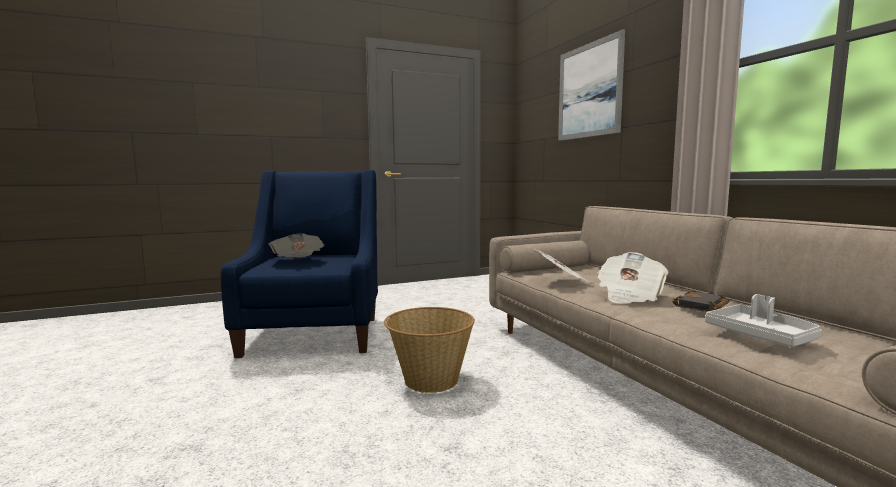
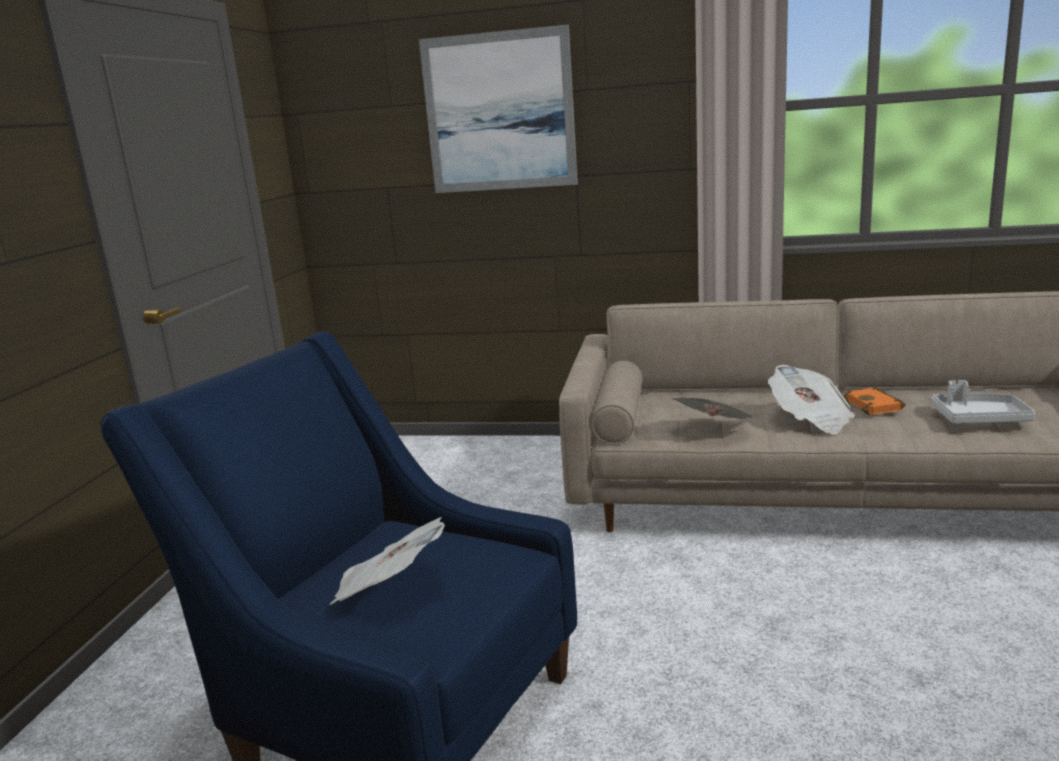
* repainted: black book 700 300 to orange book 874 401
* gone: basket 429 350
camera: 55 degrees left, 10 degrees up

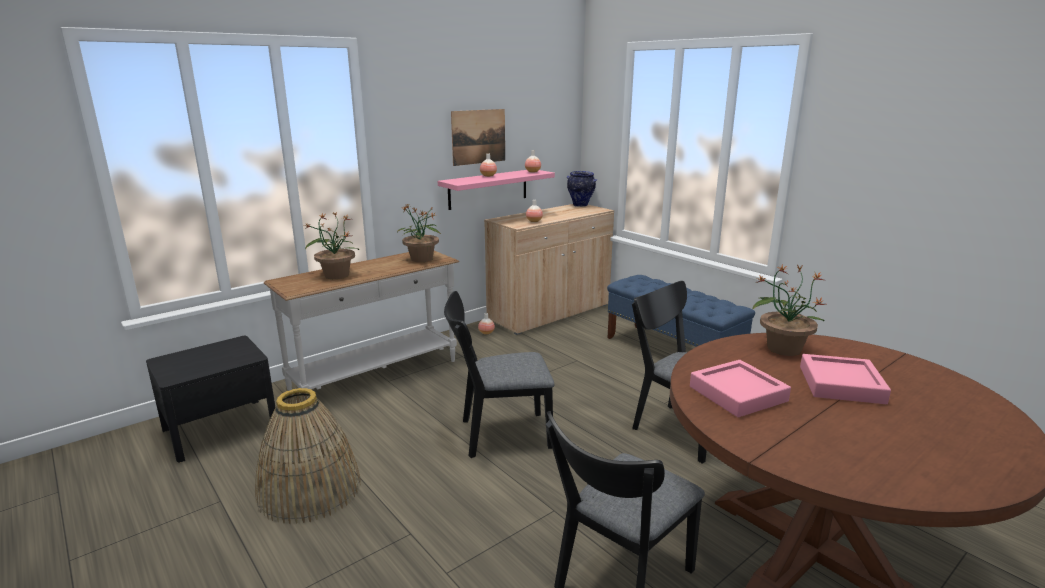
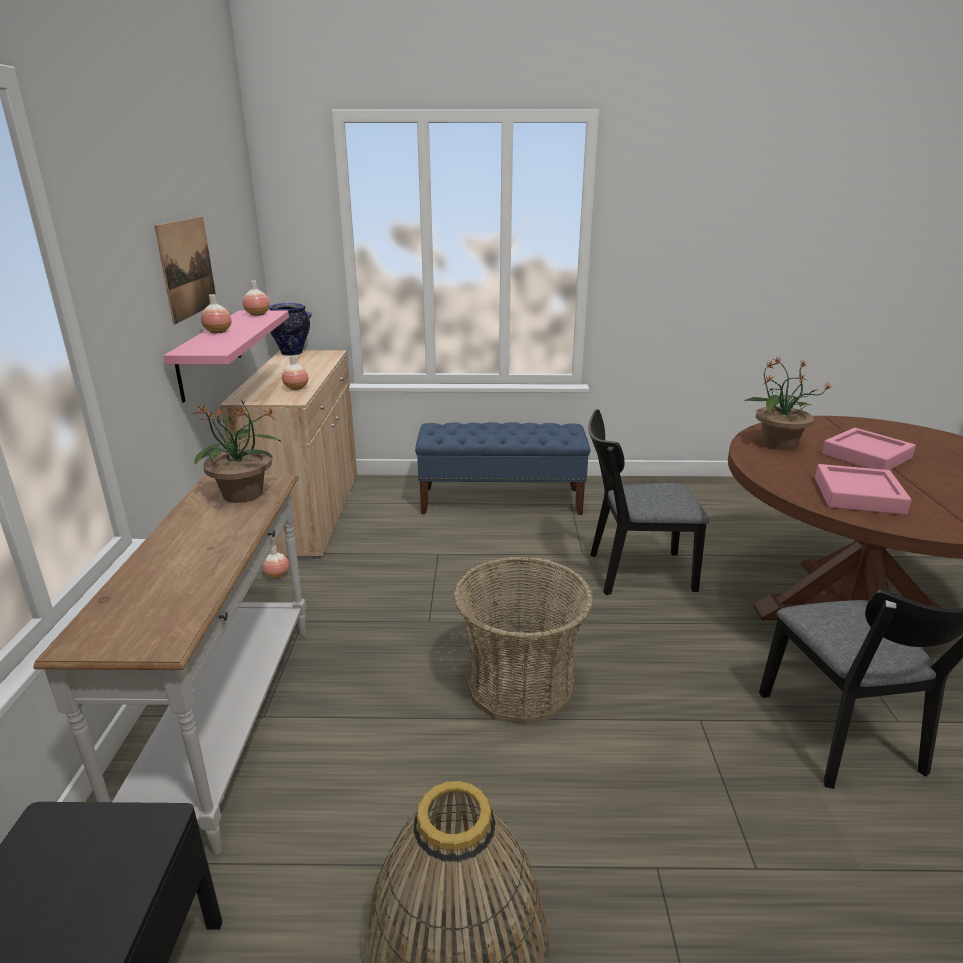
* gone: potted plant 331 245
* swapped: black chair 499 374 to basket 523 640
camera: 50 degrees left, 5 degrees up

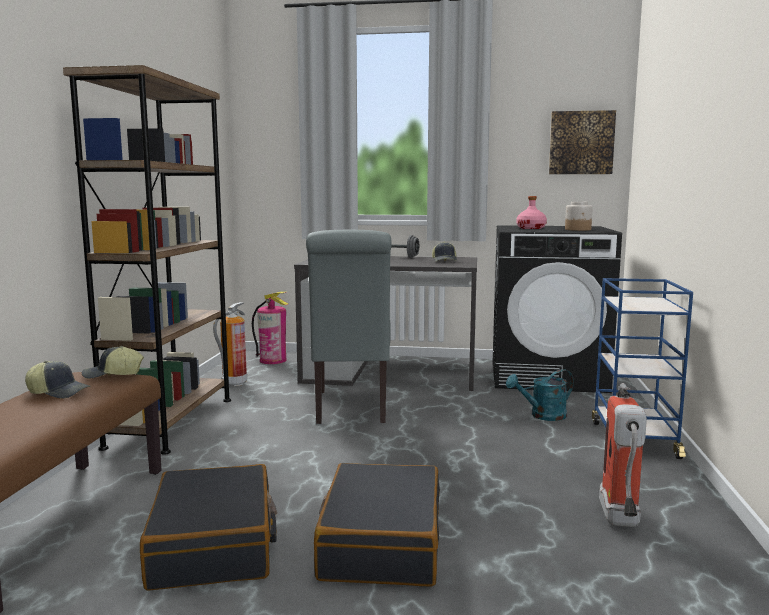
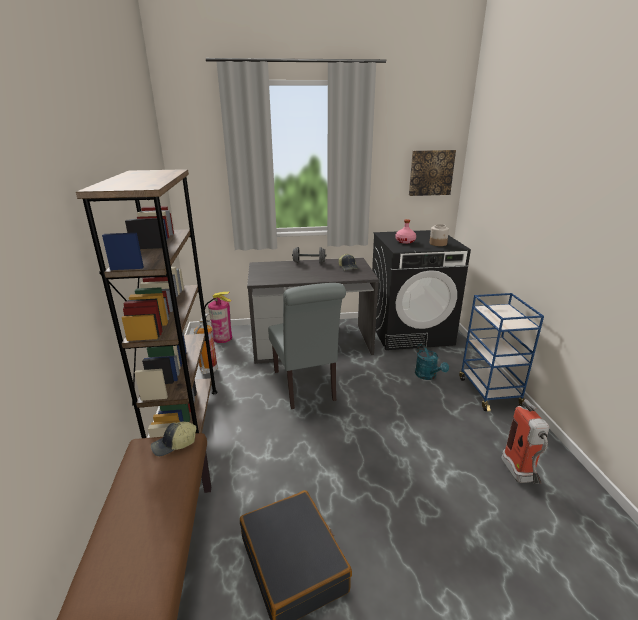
* gone: cap 58 380
* rotated: turquoise watering can 540 395 = 432 362 75 degrees counterclockwise
* gone: black suitcase 377 524
camera: 15 degrees left, 15 degrees up

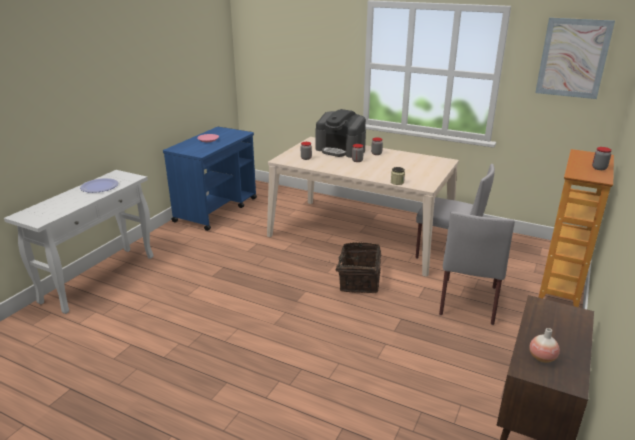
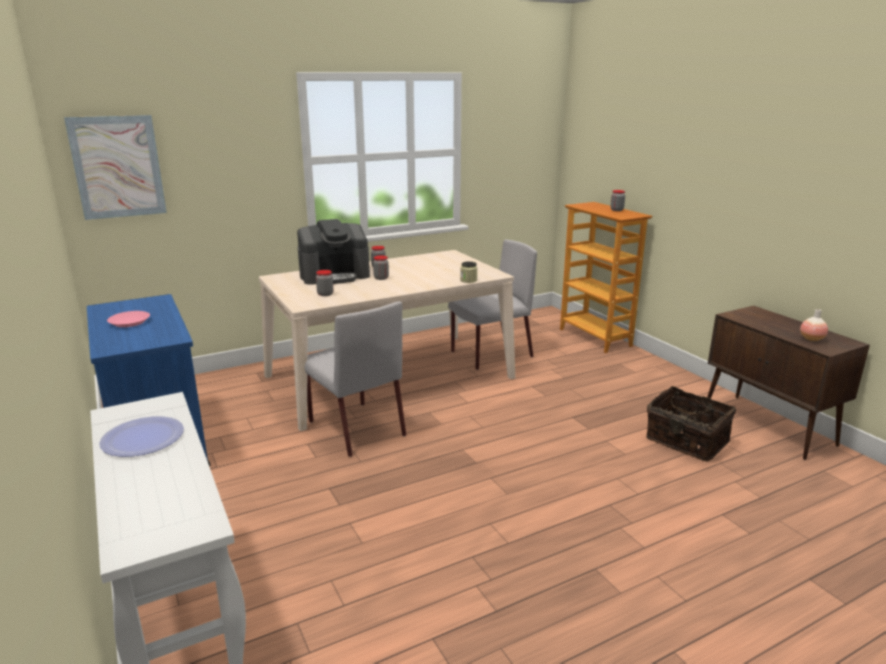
* shifted: picture 575 58 to 115 167
* shifted: grey chair 477 268 to 355 379
* shifted: basket 355 267 to 691 424
camera: 55 degrees left, 5 degrees down

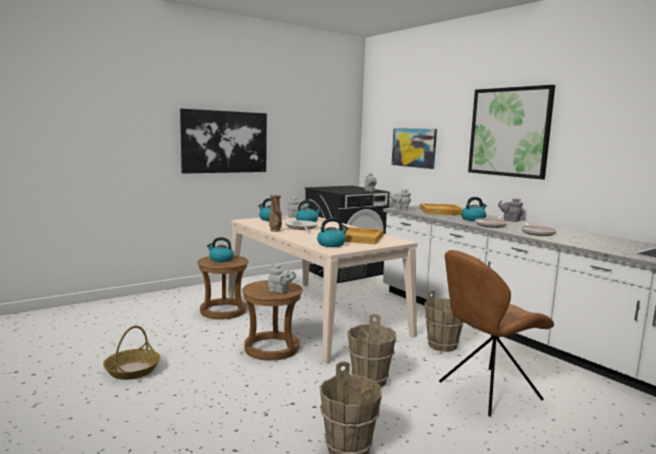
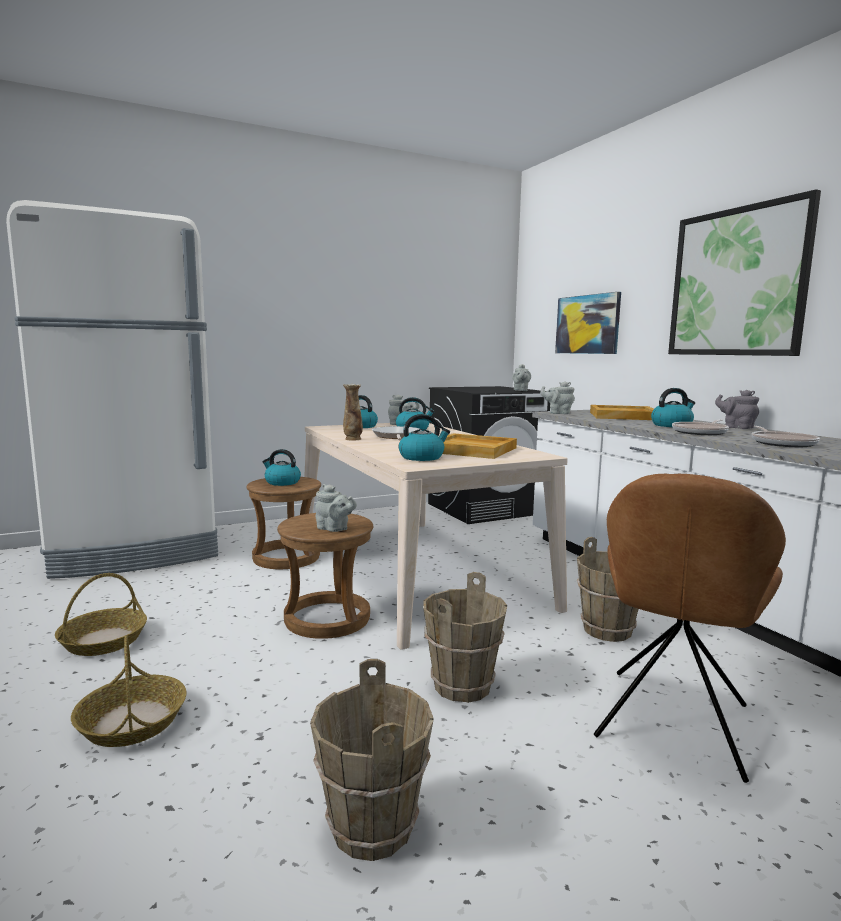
* gone: picture 223 141
* rotated: brown chair 496 333 = 690 628 45 degrees counterclockwise
* new: white fridge 112 389
* new: basket 128 691
camera: 10 degrees right, 0 degrees up

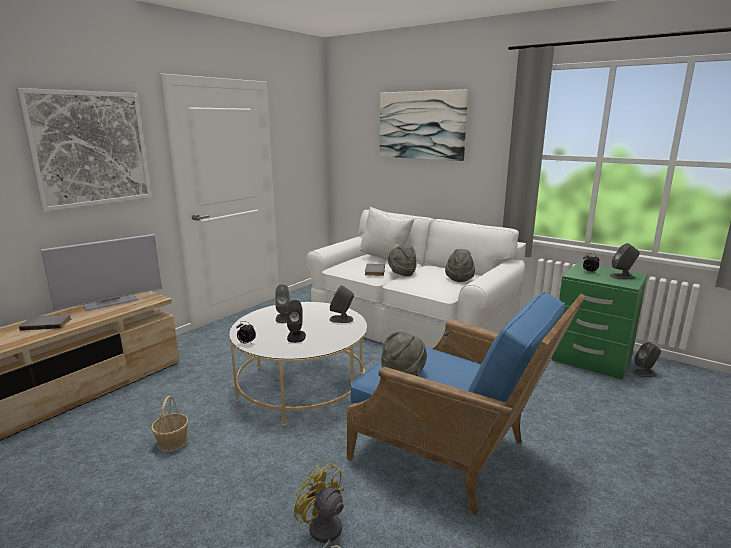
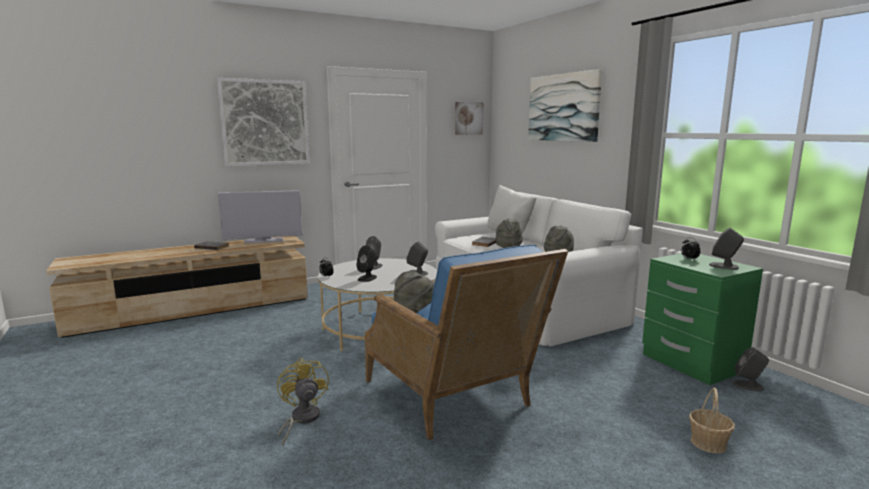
* shifted: basket 170 424 to 712 421
* new: picture 469 118
camera: 25 degrees right, 5 degrees down

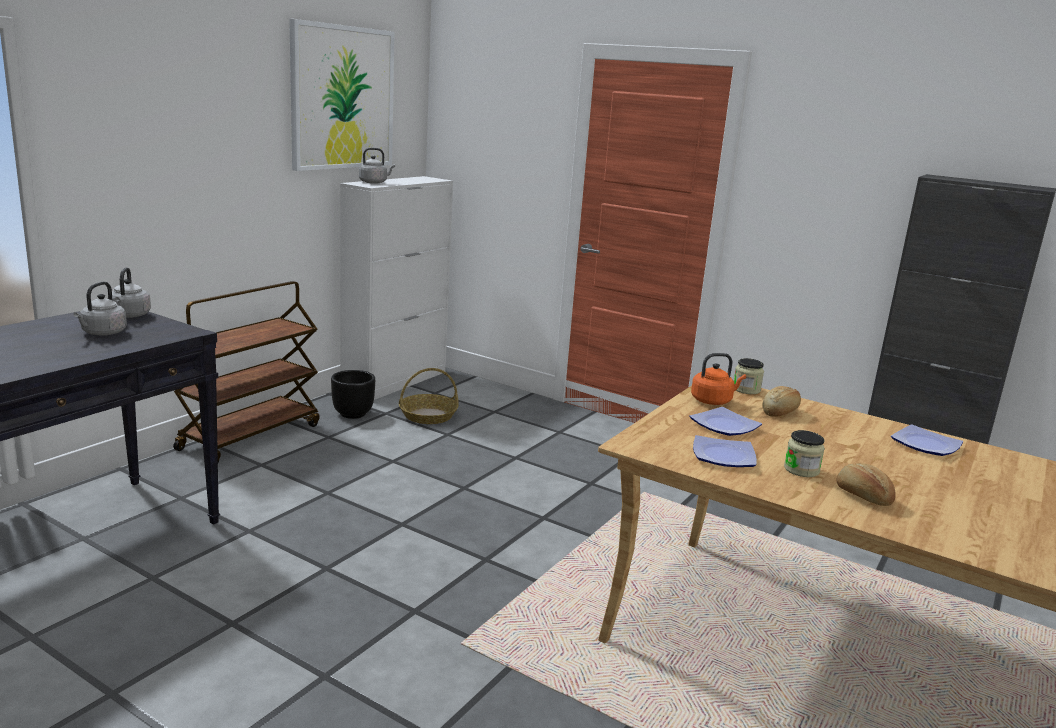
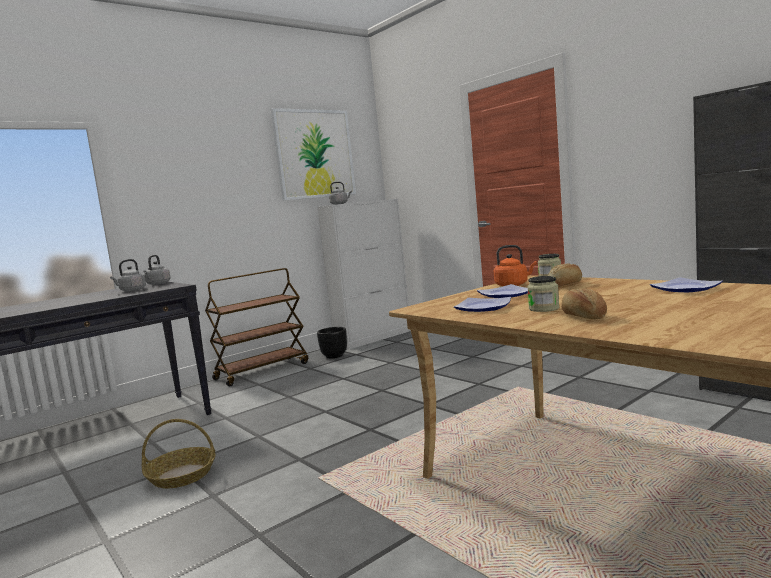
* shifted: basket 429 396 to 179 454
camera: 20 degrees right, 10 degrees down

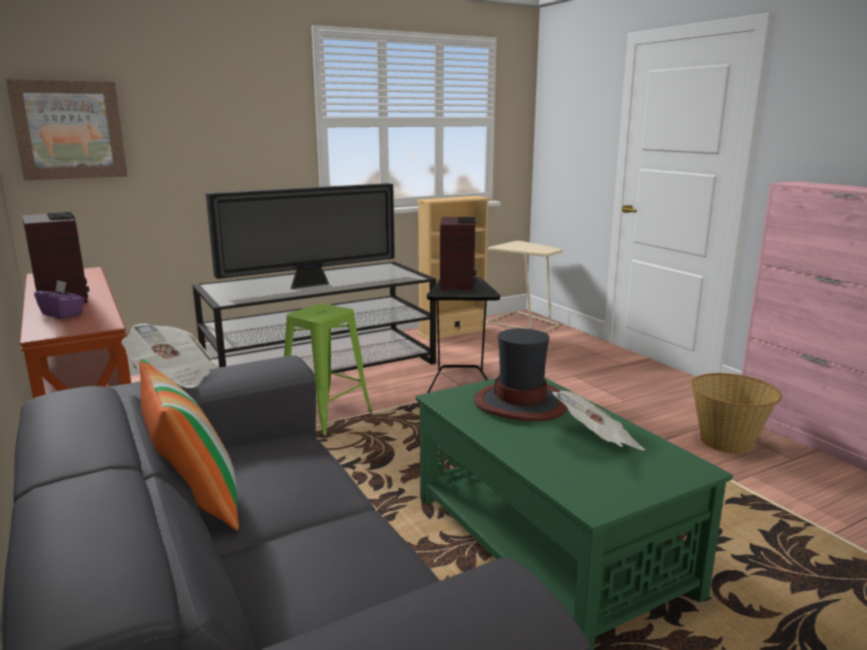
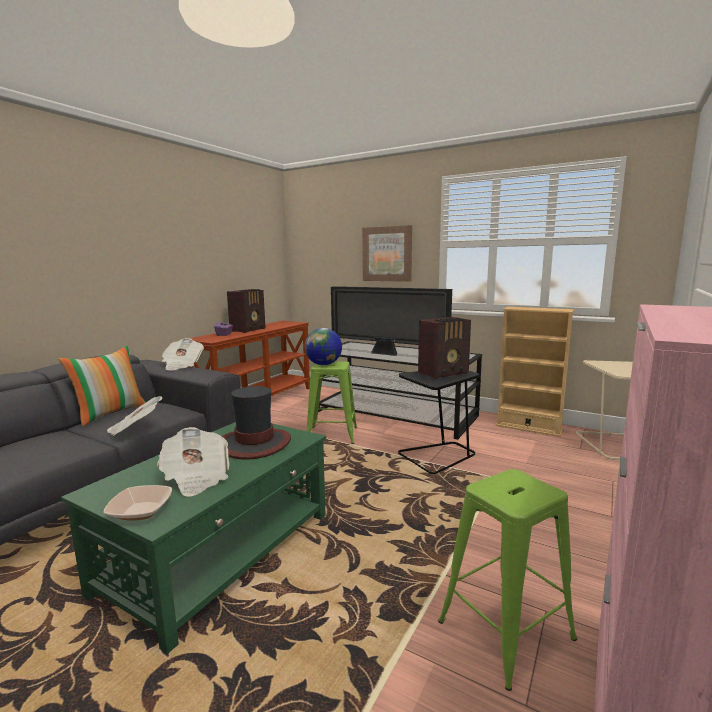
* shifted: picture 66 129 to 387 253
* swapped: basket 736 413 to green stool 507 580
* new: globe 323 346
* new: newspaper 134 416
* new: bowl 137 503
camera: 60 degrees right, 5 degrees down

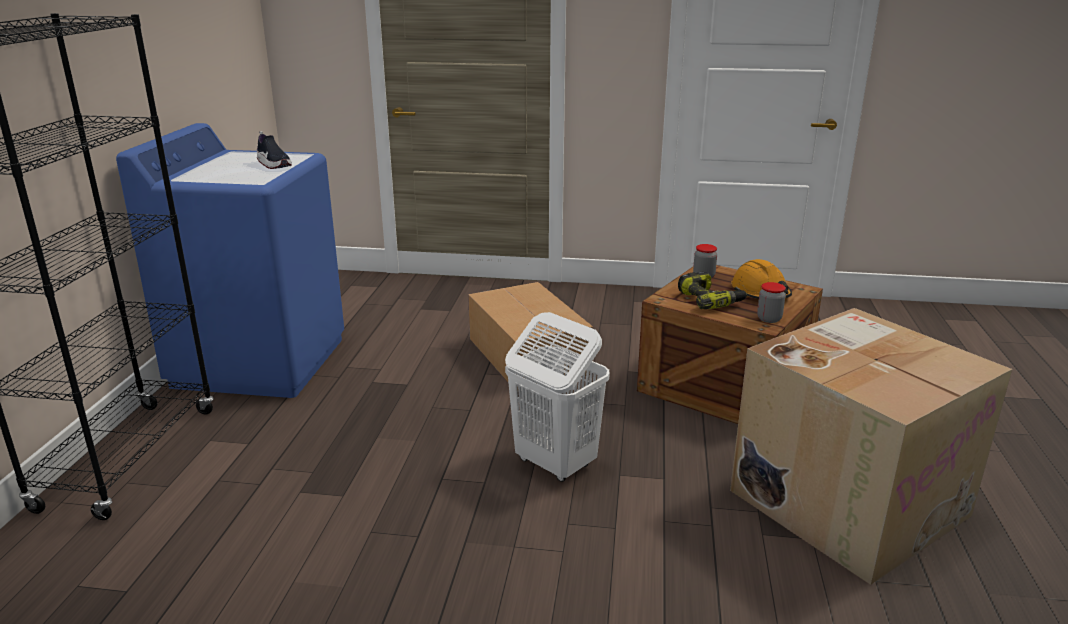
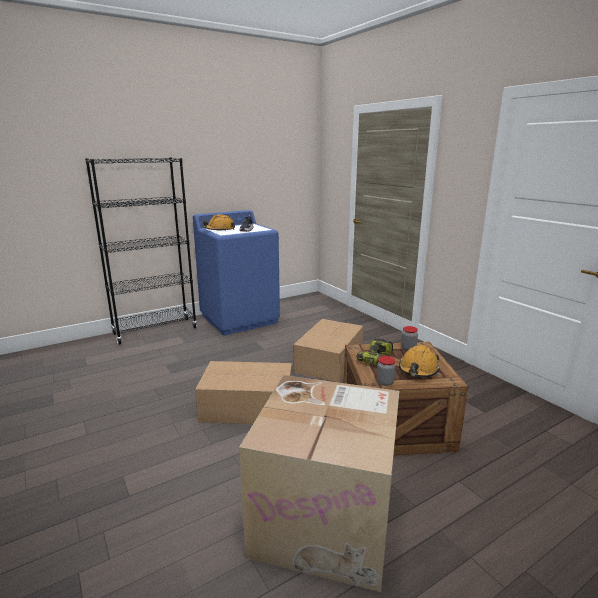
* swapped: white laundry basket 557 397 to cardboard box 243 392
* new: orange hard hat 219 222
camera: 50 degrees right, 5 degrees down

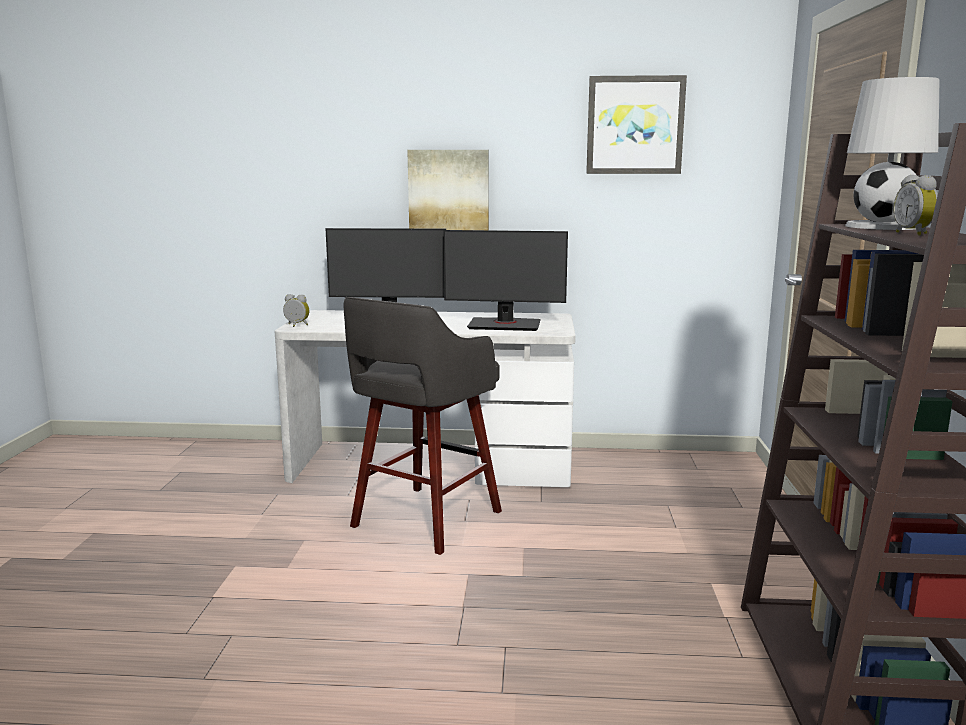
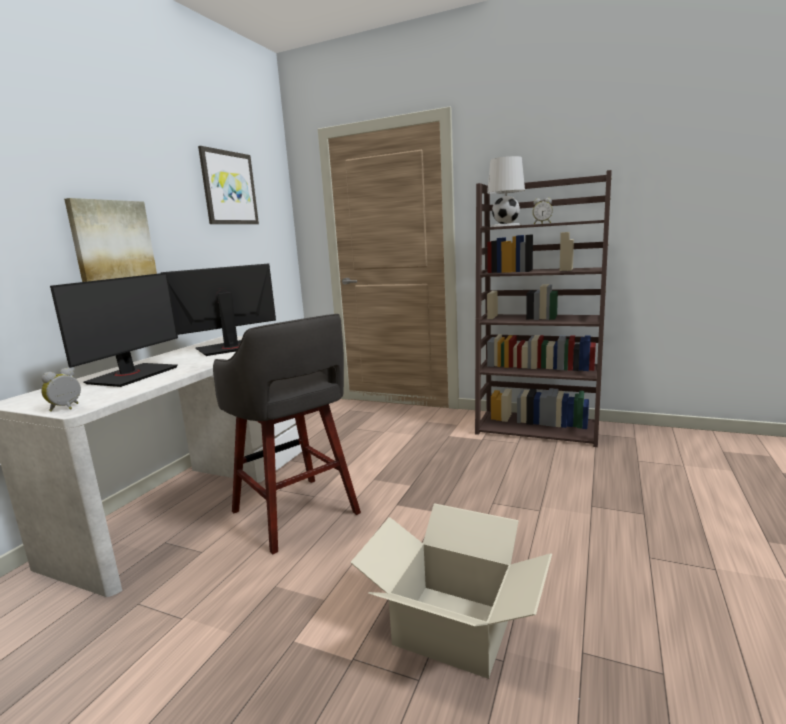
* rotated: monitor 505 280 = 218 309 150 degrees counterclockwise
* new: cardboard box 451 591
camera: 70 degrees left, 0 degrees up

